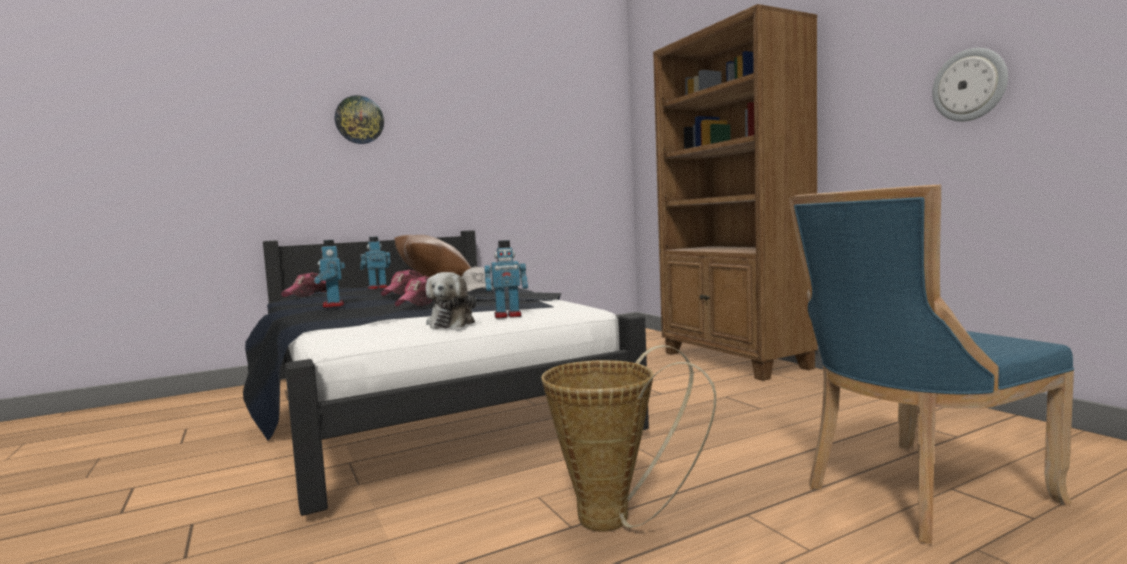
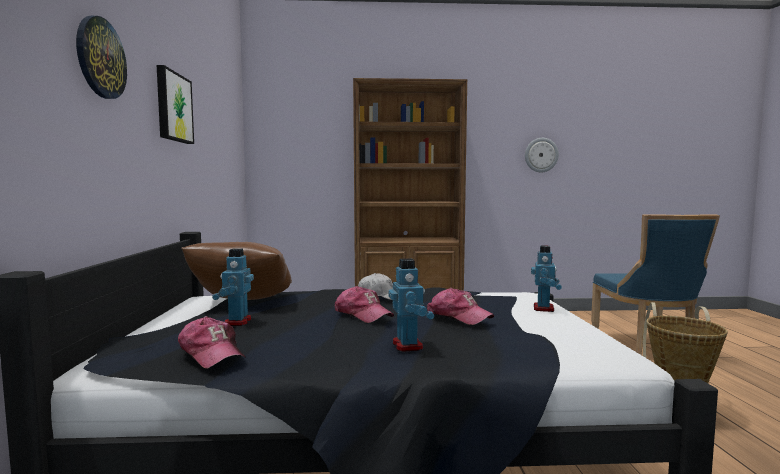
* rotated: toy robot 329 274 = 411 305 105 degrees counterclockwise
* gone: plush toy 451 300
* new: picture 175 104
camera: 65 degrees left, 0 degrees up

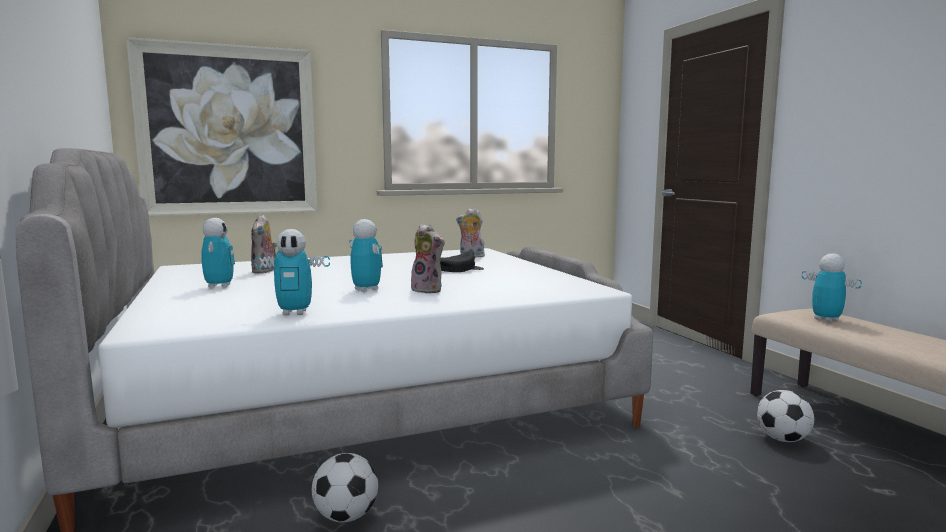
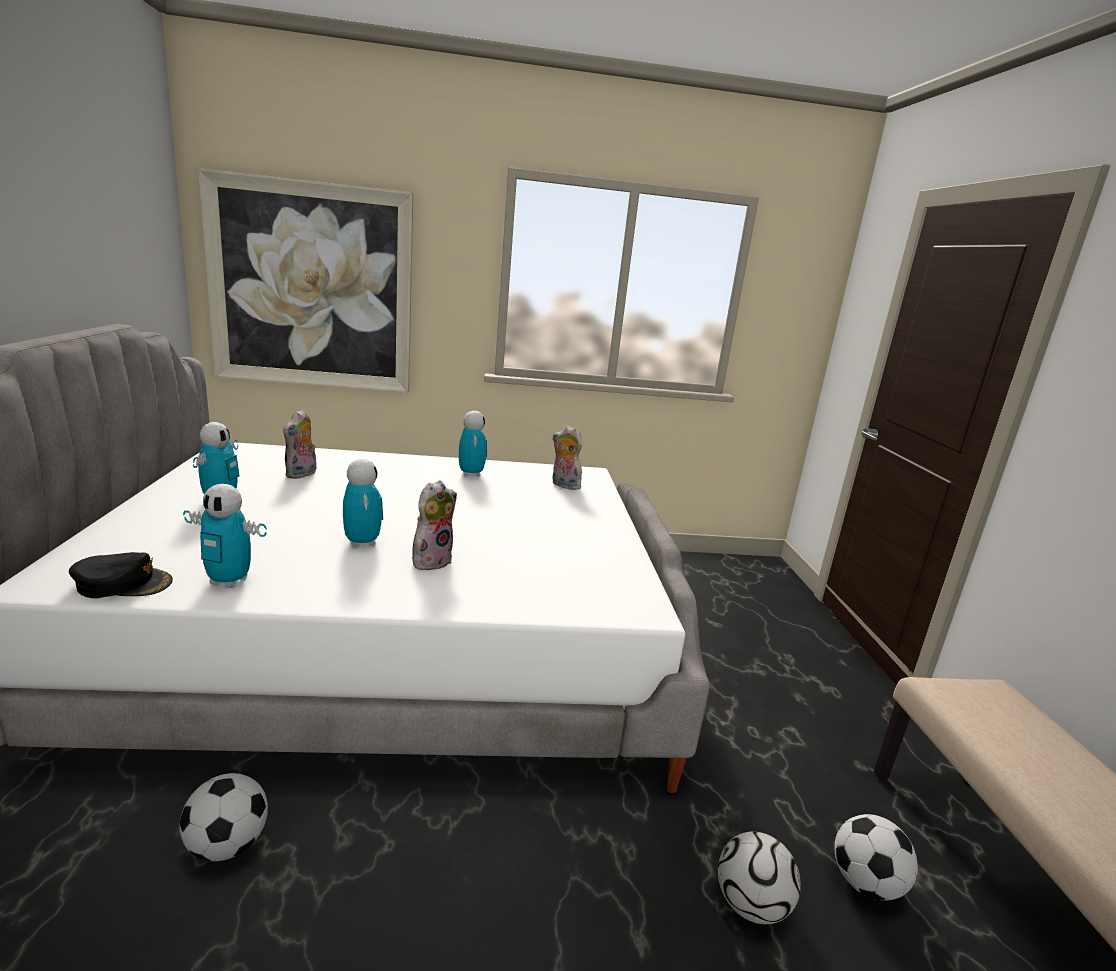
* rotated: plush toy 428 258 = 434 525 105 degrees counterclockwise
* shifted: black cap 462 261 to 121 575
* shifted: toy robot 832 287 to 473 444
* new: football 759 877
camera: 15 degrees right, 10 degrees up

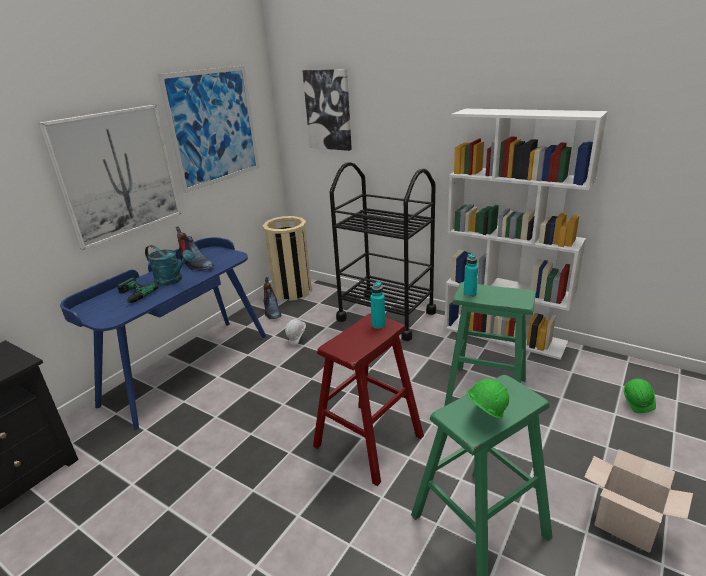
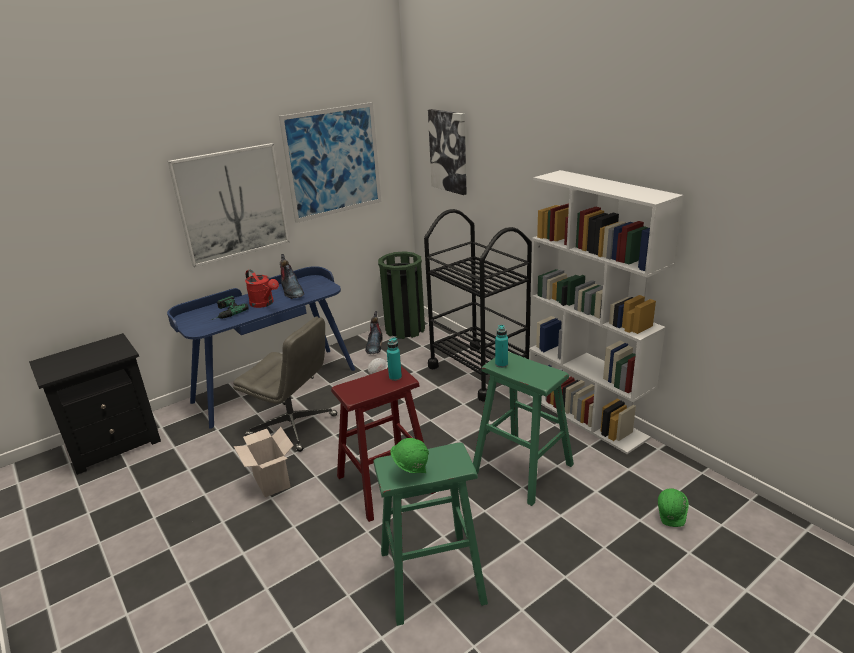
* repainted: beige trash can 287 258 to green trash can 401 295
* repainted: turquoise watering can 169 265 to red watering can 262 288
* shifted: cardboard box 638 500 to 264 462
* new: grey office chair 285 384
camera: 20 degrees right, 0 degrees up

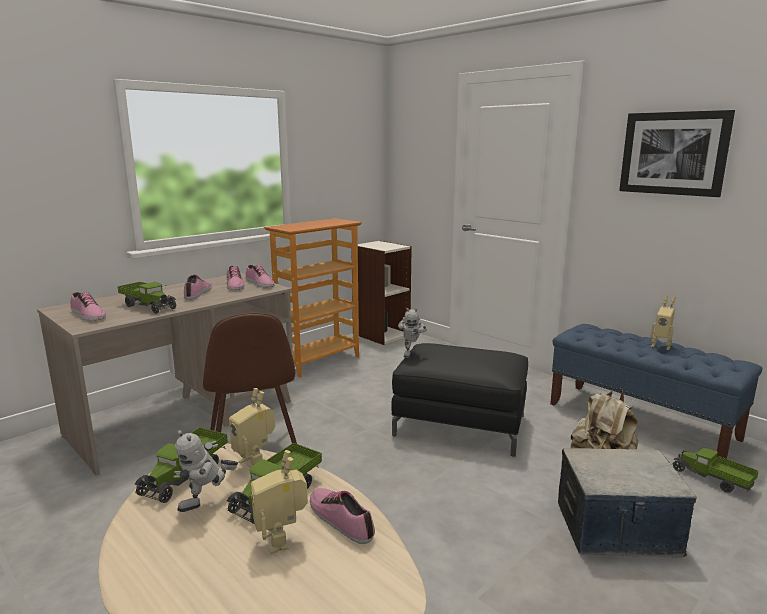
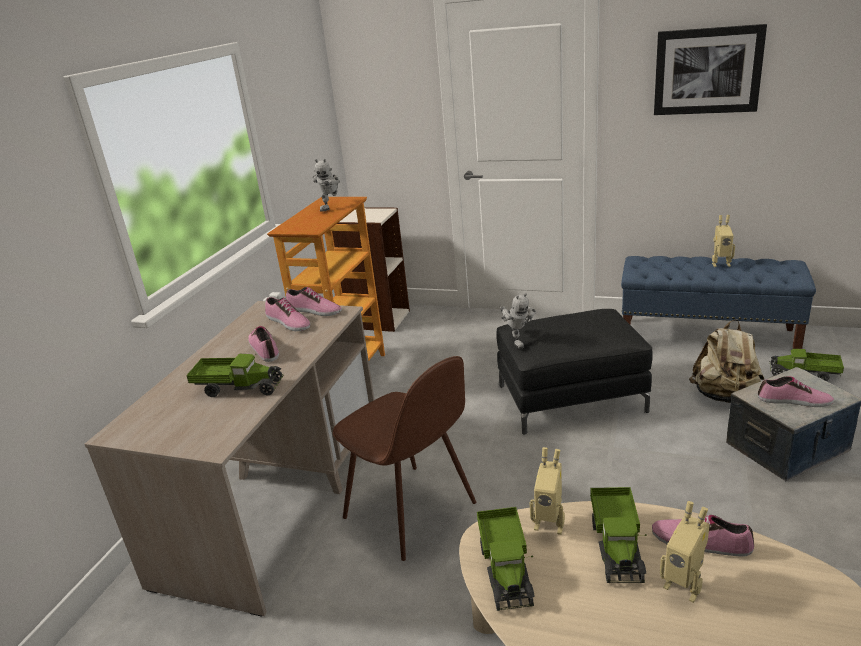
* shifted: shoe 88 306 to 796 391
* shifted: toy robot 205 471 to 326 185
camera: 25 degrees left, 10 degrees up

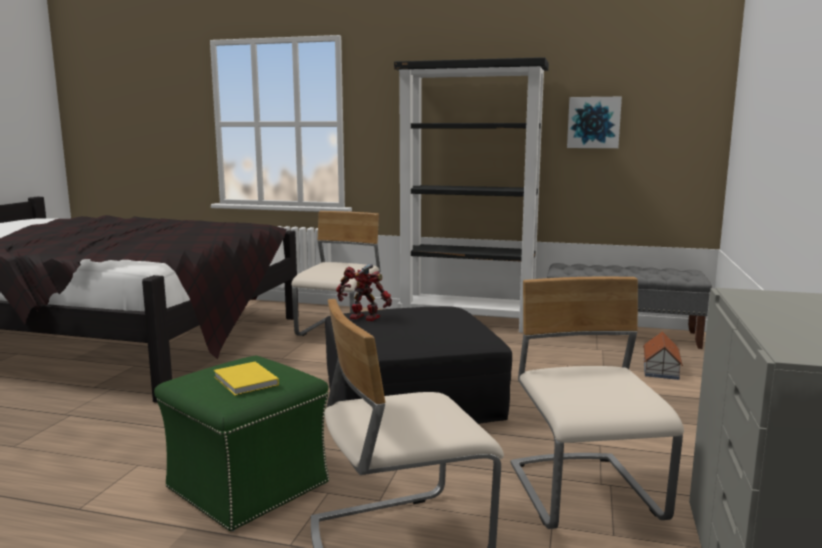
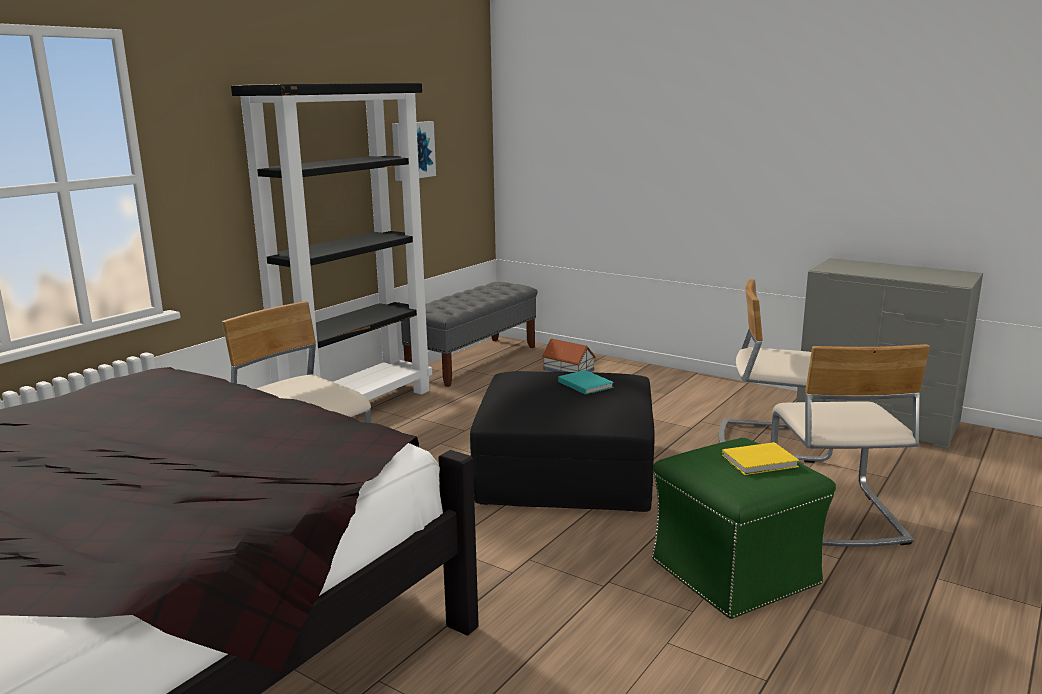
* gone: toy robot 364 292
* new: turquoise book 586 382
camera: 70 degrees left, 5 degrees up

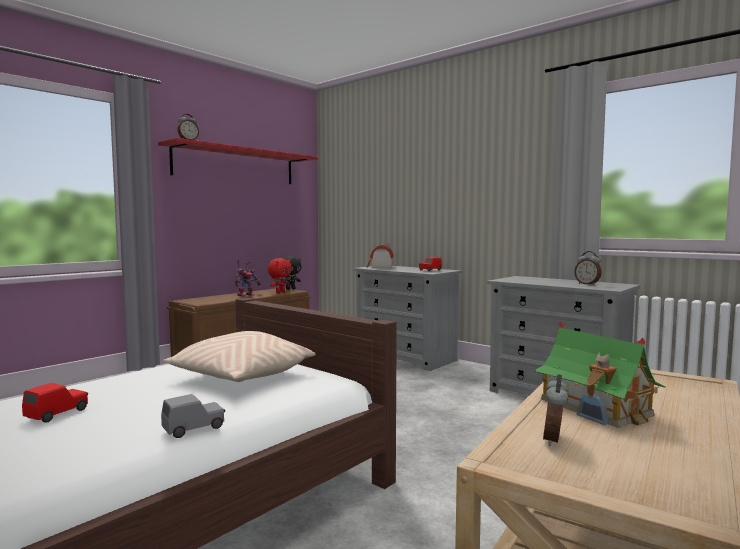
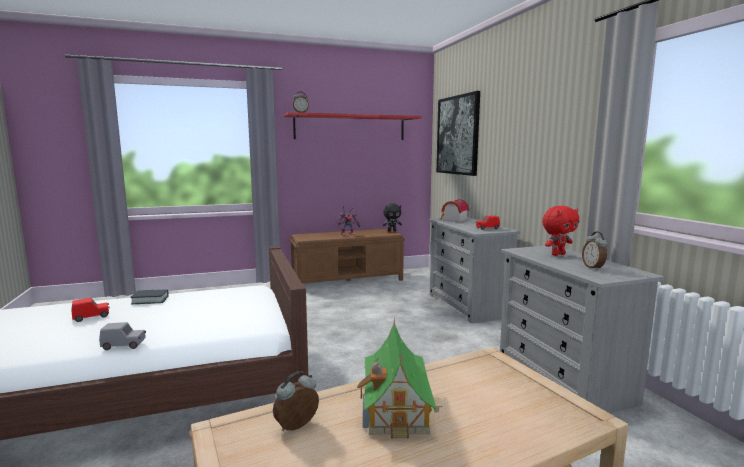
* shifted: red plush toy 280 275 to 560 231
* gone: beige pillow 239 356
* new: picture 458 133
* new: book 149 296
camera: 30 degrees right, 5 degrees up

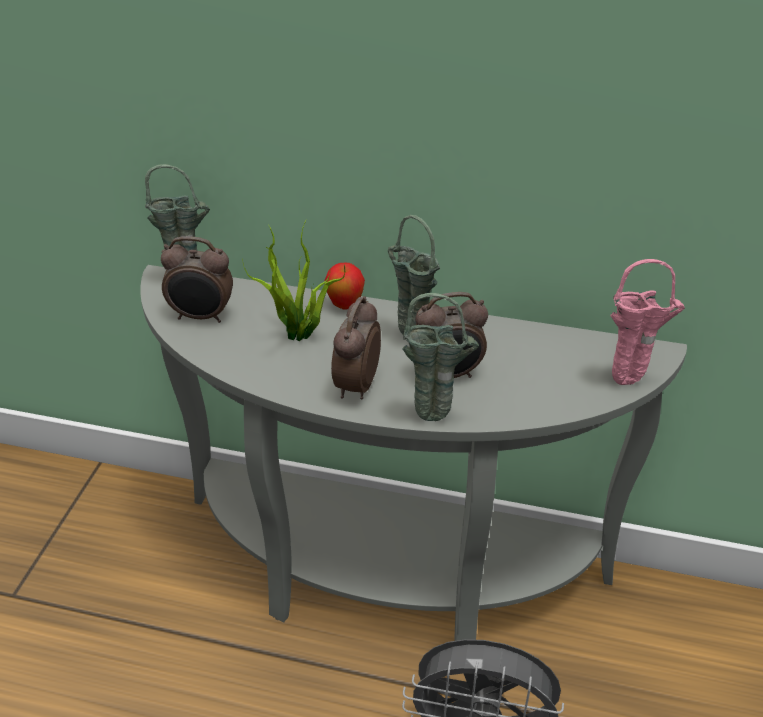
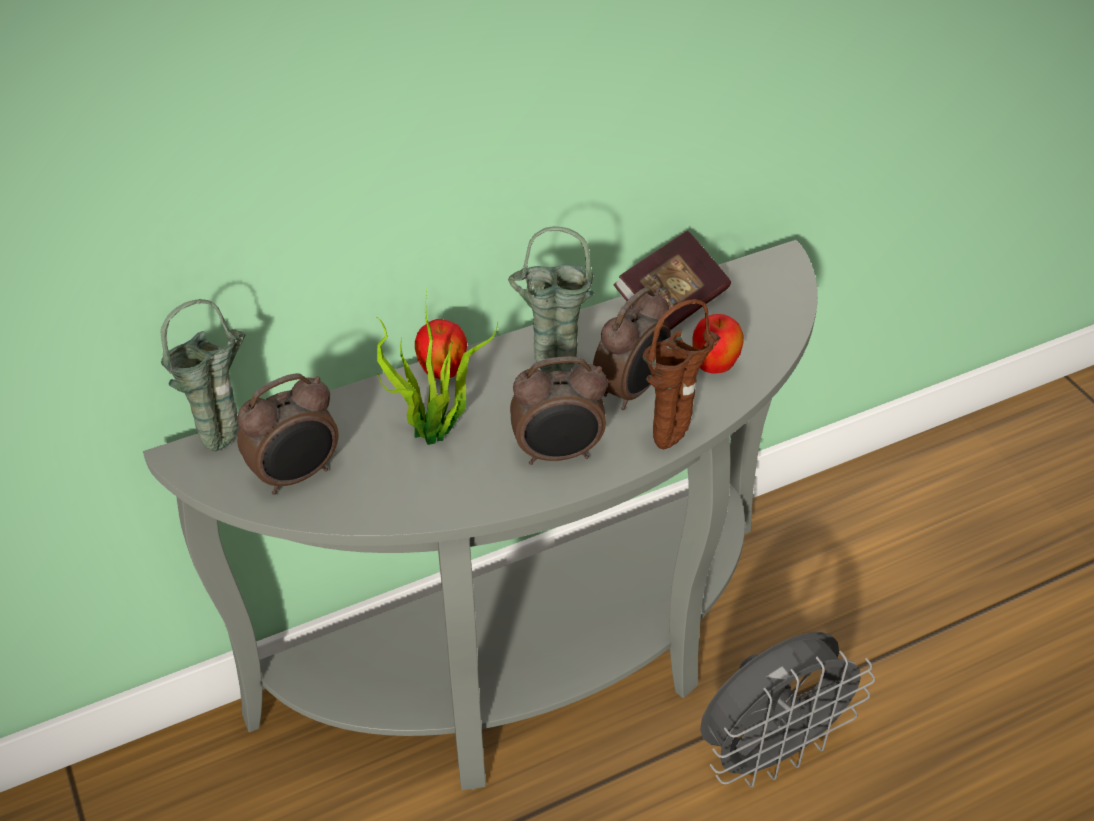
* gone: pink vase 647 322
* repainted: green vase 440 357 to brown vase 682 374
* rotated: alarm clock 356 347 = 559 410 75 degrees counterclockwise
* new: book 672 280
* new: apple 718 344
camera: 40 degrees left, 5 degrees up

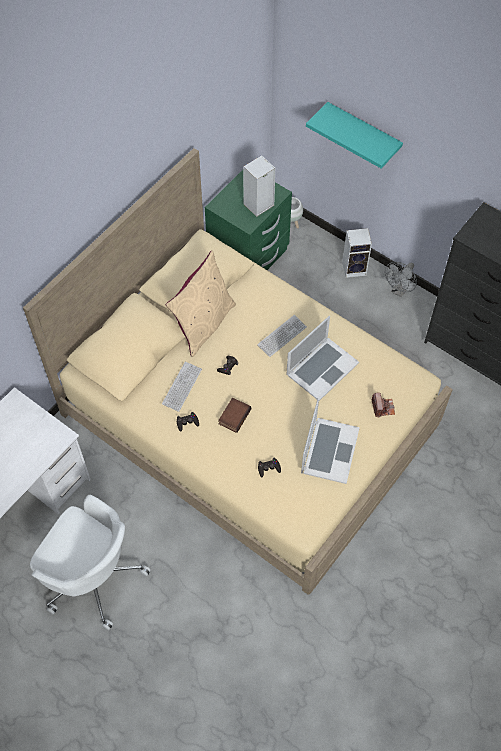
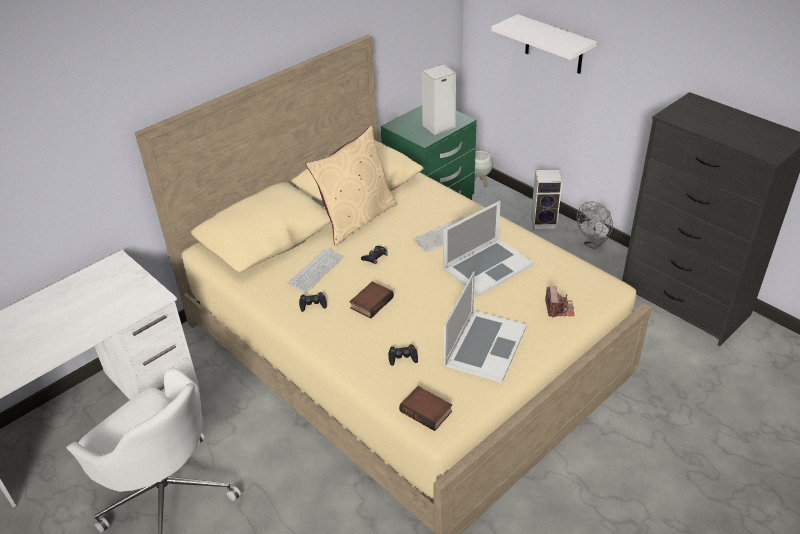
* repainted: turquoise shelf 354 135 to white shelf 544 44
* new: book 425 408
camera: 10 degrees right, 20 degrees down

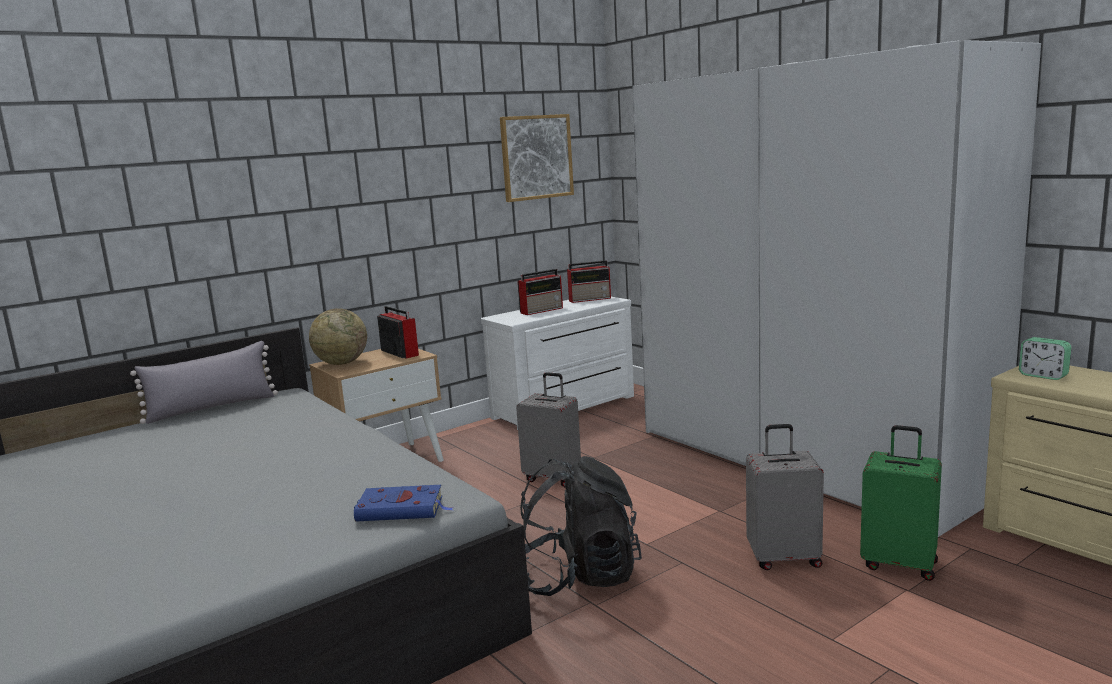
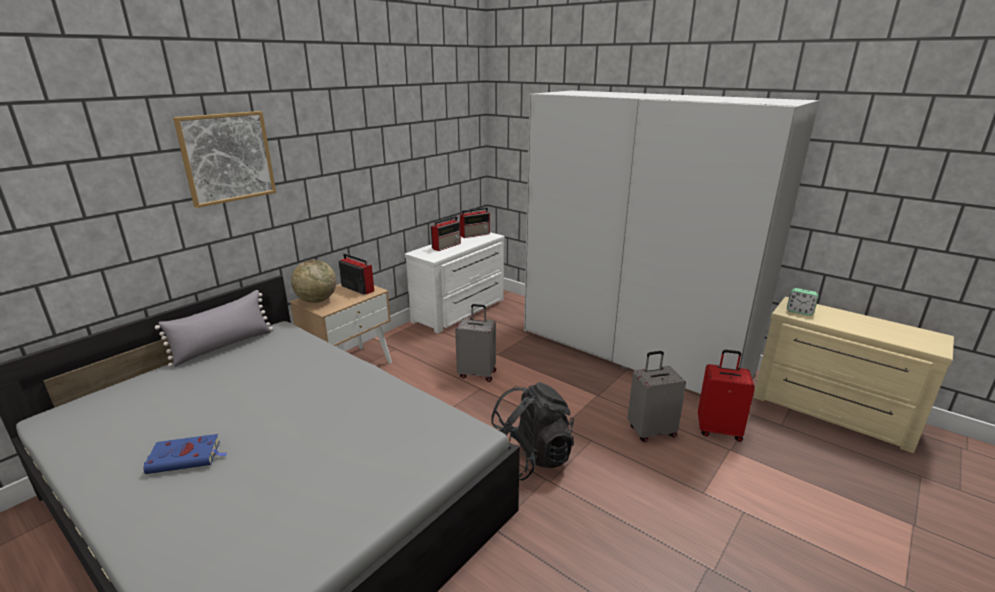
* shifted: picture 537 158 to 224 159
* repainted: green suitcase 901 503 to red suitcase 726 396
* shifted: blue book 404 503 to 185 454
camera: 15 degrees left, 10 degrees up

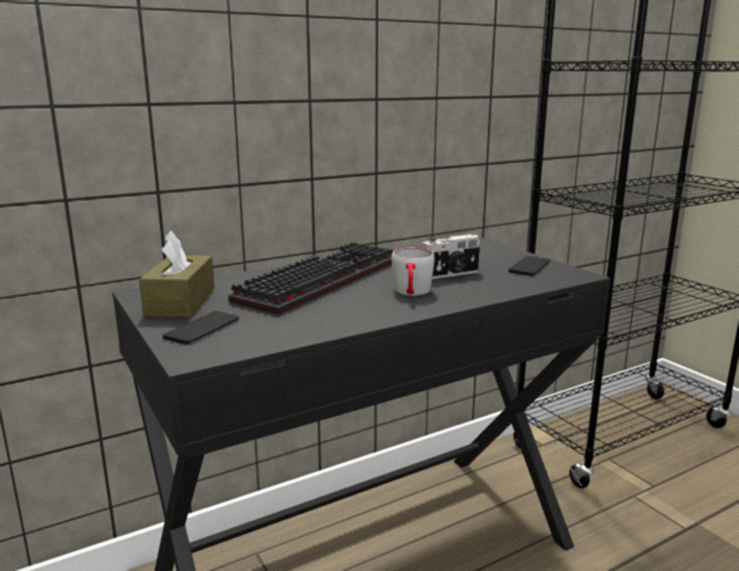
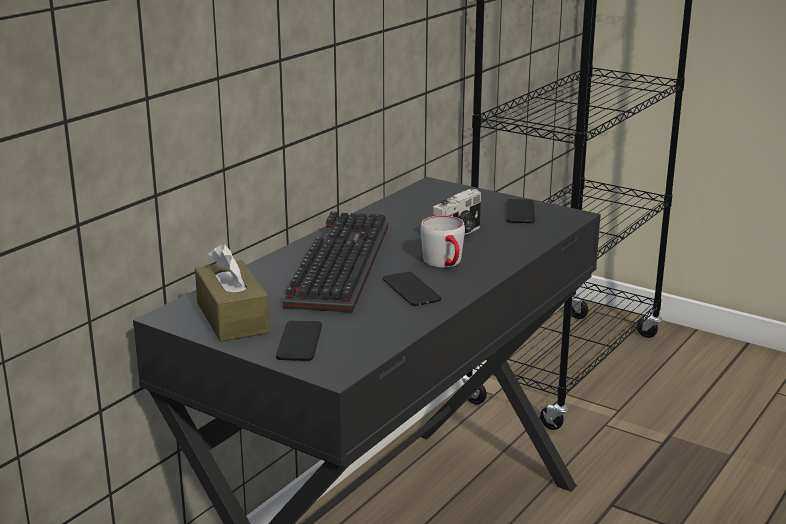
* new: phone 412 289
camera: 25 degrees left, 5 degrees up

